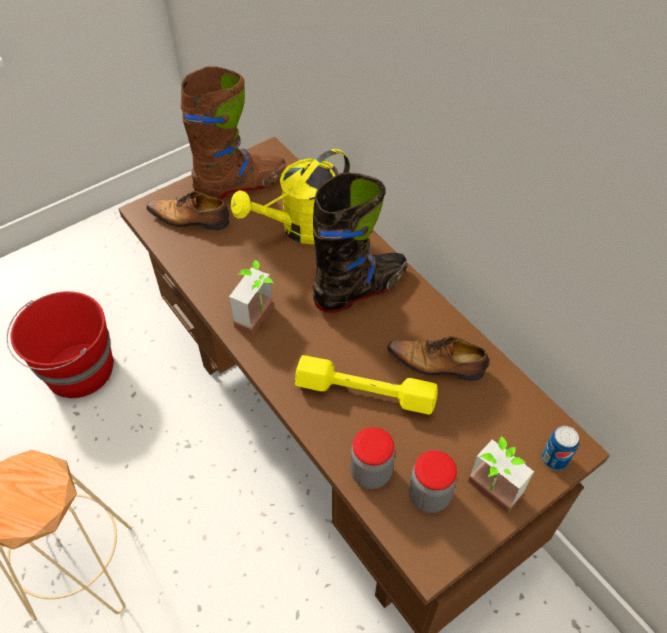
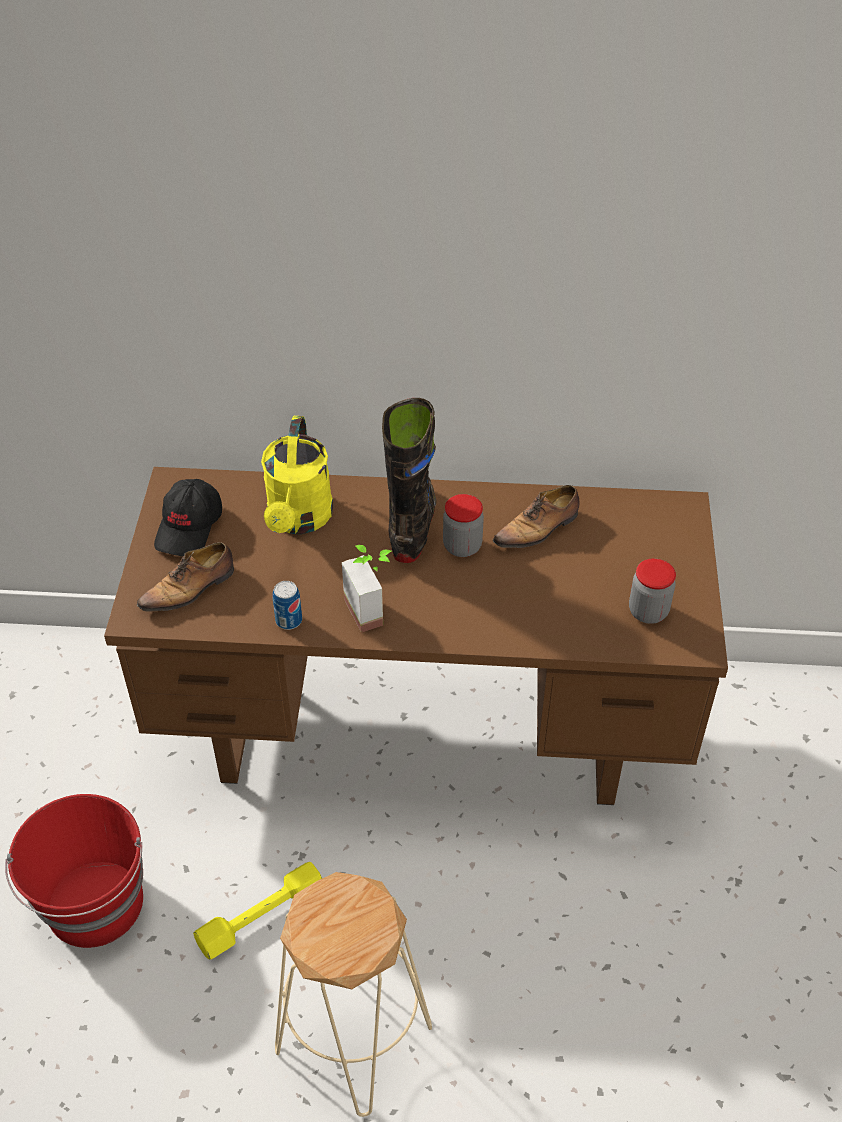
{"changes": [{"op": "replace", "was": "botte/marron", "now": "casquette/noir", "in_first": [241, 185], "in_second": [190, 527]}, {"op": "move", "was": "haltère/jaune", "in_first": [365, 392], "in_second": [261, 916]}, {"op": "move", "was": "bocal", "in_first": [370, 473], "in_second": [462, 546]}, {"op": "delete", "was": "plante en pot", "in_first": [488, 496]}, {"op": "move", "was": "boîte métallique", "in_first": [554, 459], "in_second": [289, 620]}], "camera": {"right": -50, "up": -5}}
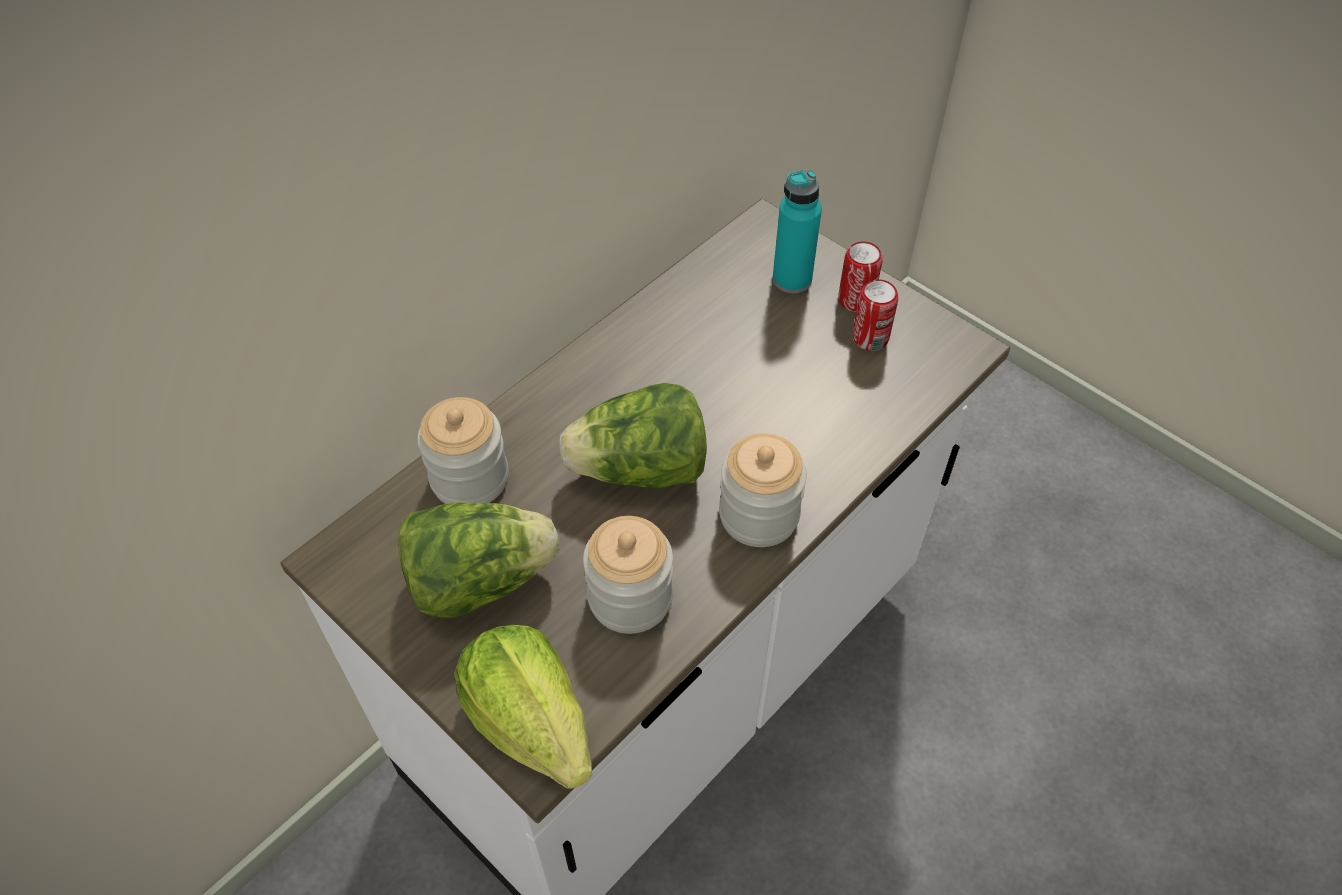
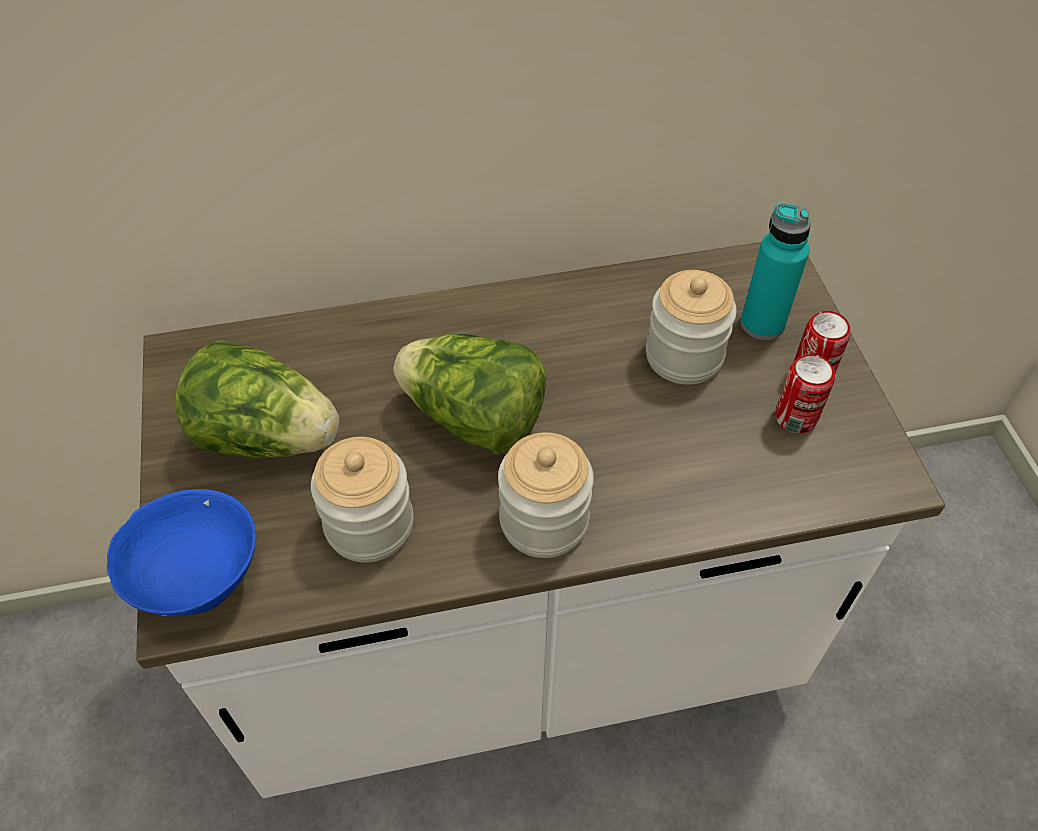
{"changes": [{"op": "move", "was": "bocal", "in_first": [470, 478], "in_second": [684, 356]}, {"op": "replace", "was": "laitue", "now": "bol/bleu", "in_first": [531, 722], "in_second": [201, 578]}], "camera": {"right": 35, "up": 0}}
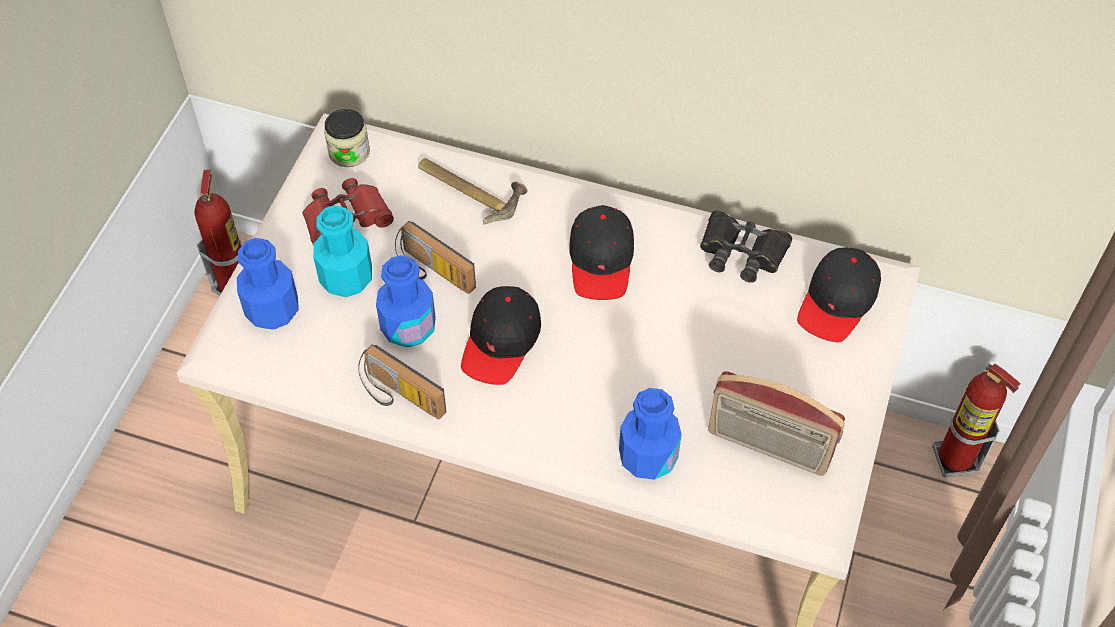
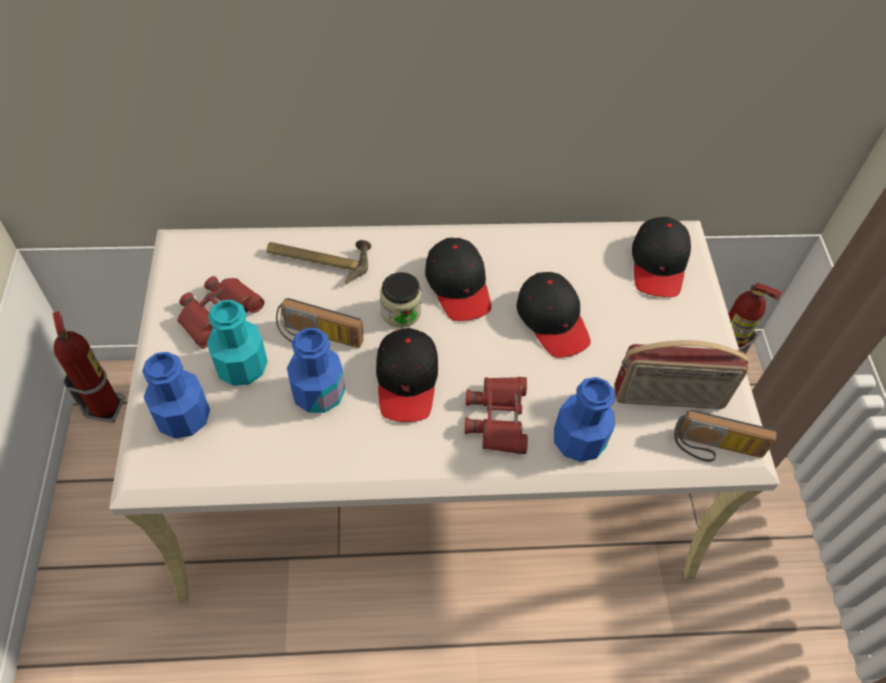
{"changes": [{"op": "move", "was": "bocal", "in_first": [349, 152], "in_second": [400, 312]}, {"op": "move", "was": "radio", "in_first": [399, 397], "in_second": [715, 449]}, {"op": "delete", "was": "jumelles/noir", "in_first": [742, 252]}, {"op": "insert", "now": "jumelles/rouge", "in_second": [498, 418]}, {"op": "insert", "now": "casquette/noir", "in_second": [552, 320]}], "camera": {"right": -25, "up": 0}}
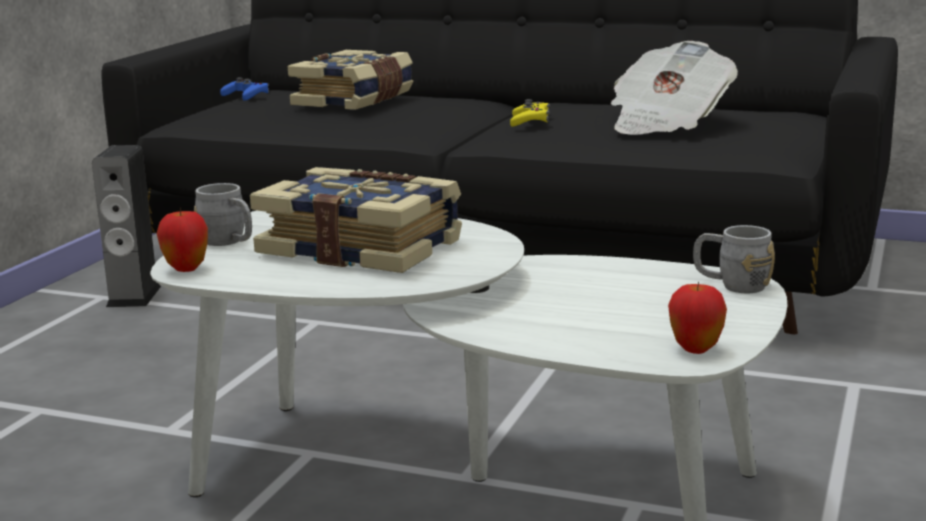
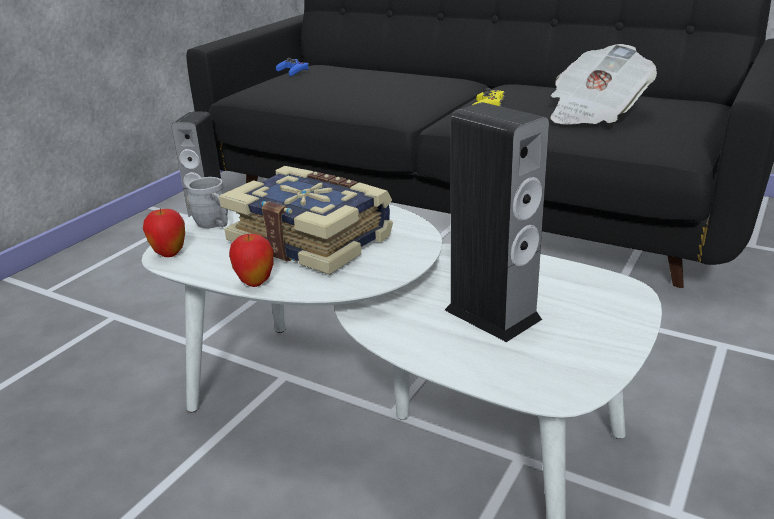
{"changes": [{"op": "delete", "was": "livre", "in_first": [356, 100]}, {"op": "move", "was": "pomme", "in_first": [695, 349], "in_second": [255, 282]}, {"op": "delete", "was": "mug/gris", "in_first": [732, 285]}, {"op": "insert", "now": "enceinte", "in_second": [492, 314]}], "camera": {"right": 10, "up": 10}}
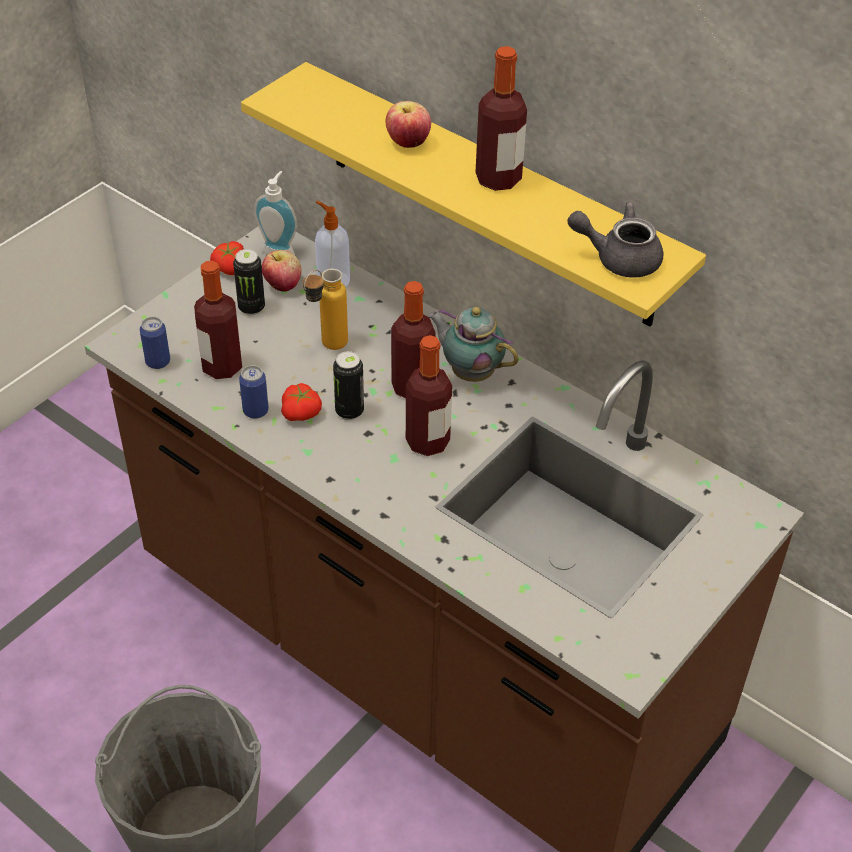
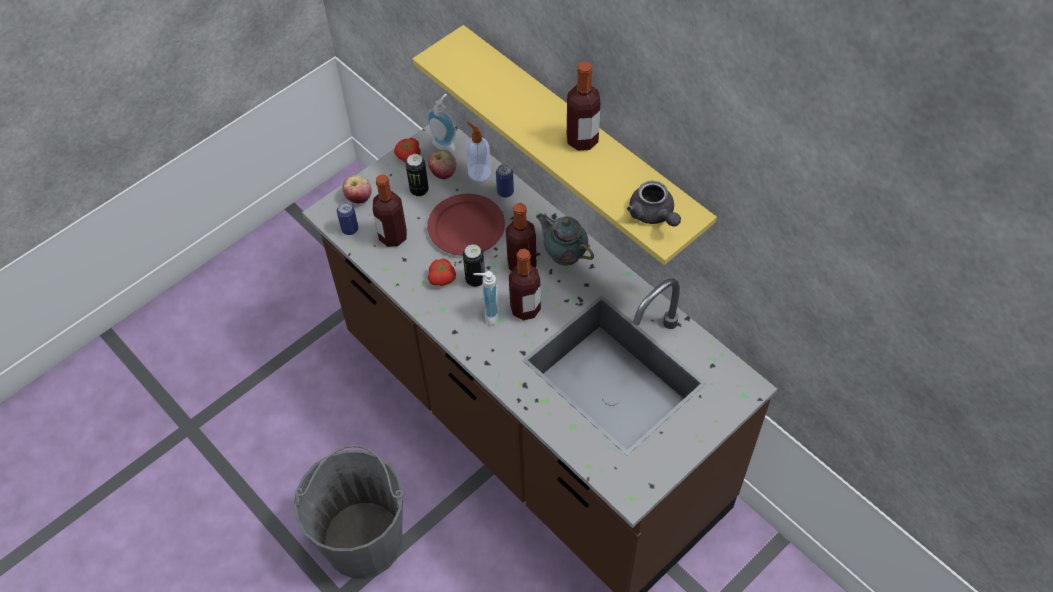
{"changes": [{"op": "move", "was": "boîte métallique", "in_first": [255, 411], "in_second": [505, 192]}, {"op": "replace", "was": "bouteille", "now": "assiette/rouge", "in_first": [326, 347], "in_second": [467, 227]}, {"op": "move", "was": "pomme", "in_first": [408, 143], "in_second": [359, 198]}, {"op": "rotate", "was": "théière/gris", "in_first": [618, 258], "in_second": [653, 215], "clockwise": -135}, {"op": "insert", "now": "distributeur de savon", "in_second": [488, 313]}], "camera": {"right": 10, "up": 10}}
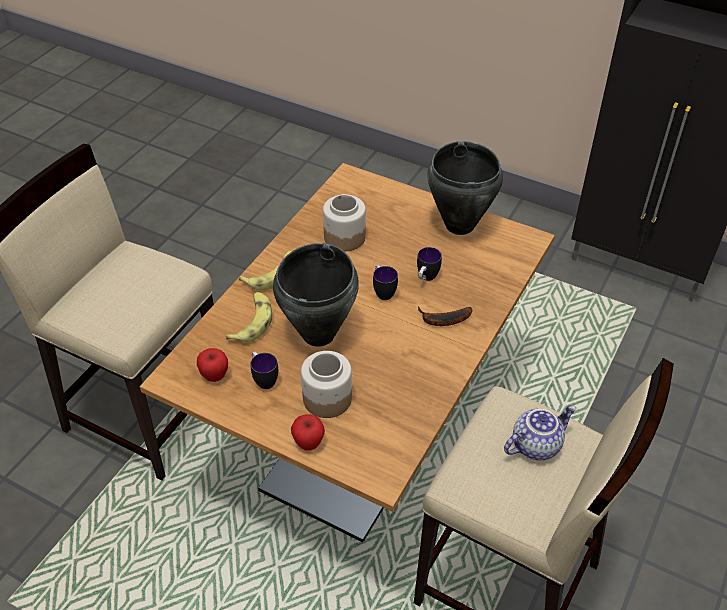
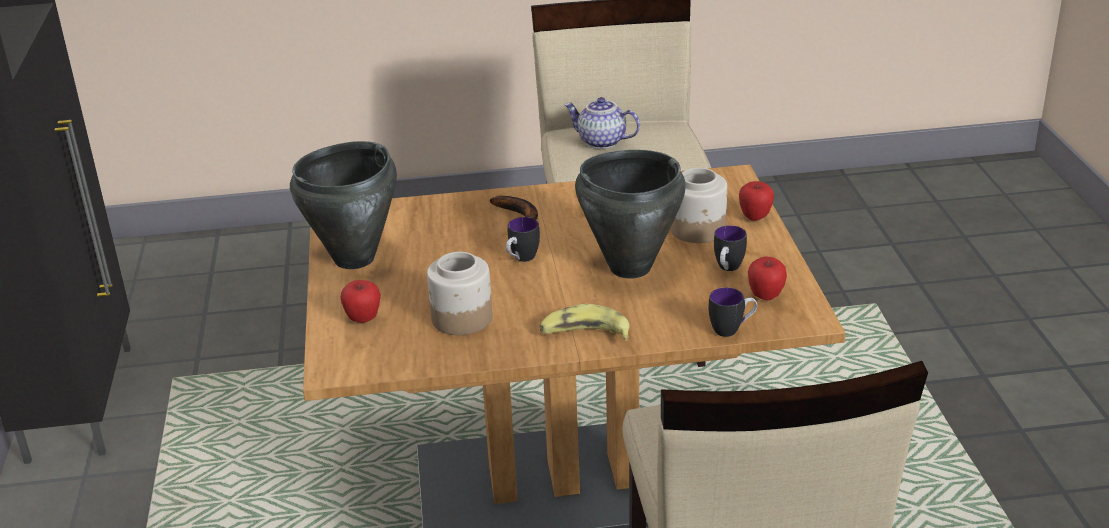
{"changes": [{"op": "delete", "was": "banane", "in_first": [252, 322]}, {"op": "move", "was": "mug", "in_first": [426, 278], "in_second": [732, 330]}, {"op": "insert", "now": "pomme", "in_second": [363, 319]}], "camera": {"right": -125, "up": -15}}
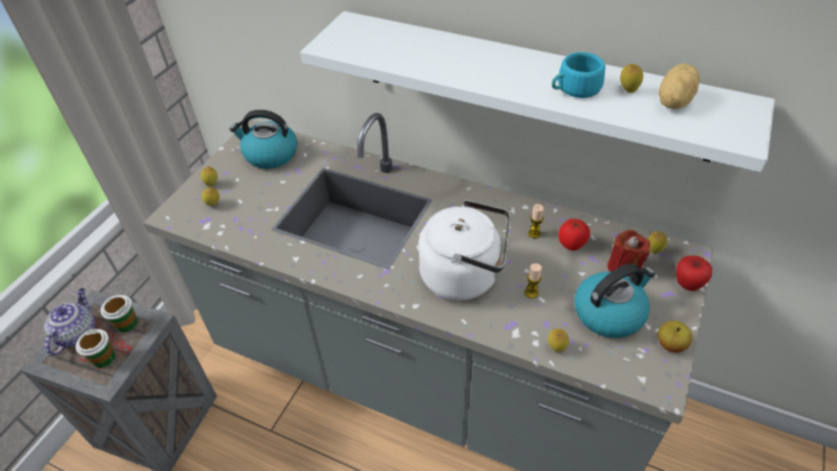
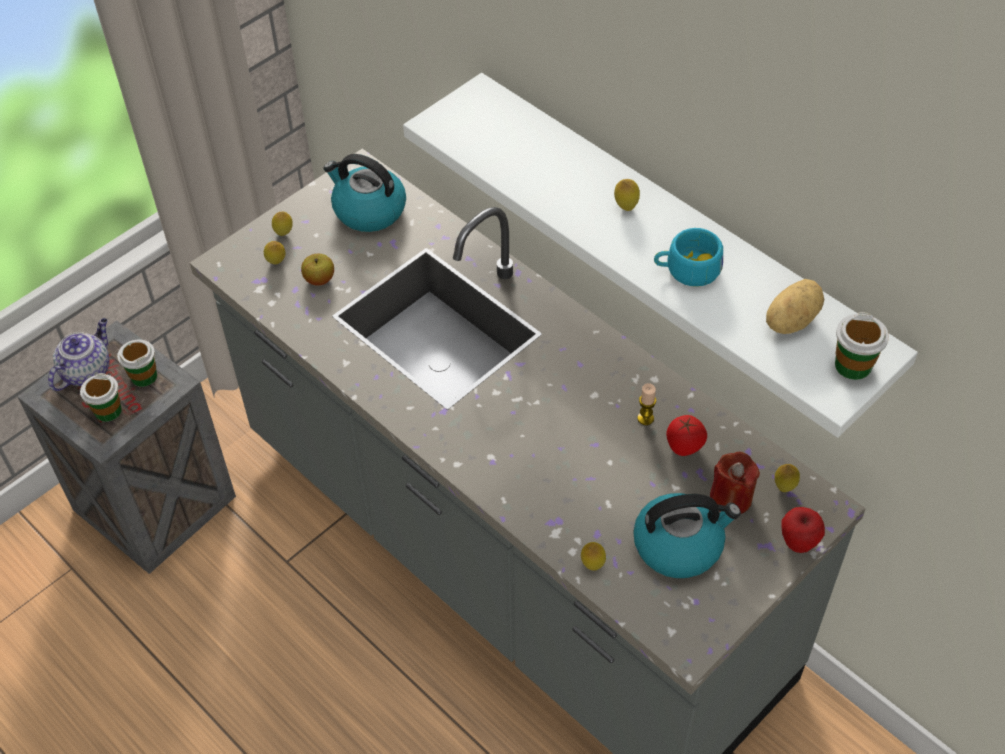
{"changes": [{"op": "delete", "was": "bouilloire/blanc", "in_first": [464, 275]}, {"op": "delete", "was": "bougie", "in_first": [531, 293]}, {"op": "move", "was": "citron", "in_first": [628, 91], "in_second": [626, 207]}, {"op": "move", "was": "pomme", "in_first": [670, 344], "in_second": [319, 279]}, {"op": "insert", "now": "tasse", "in_second": [853, 365]}], "camera": {"right": 20, "up": 5}}
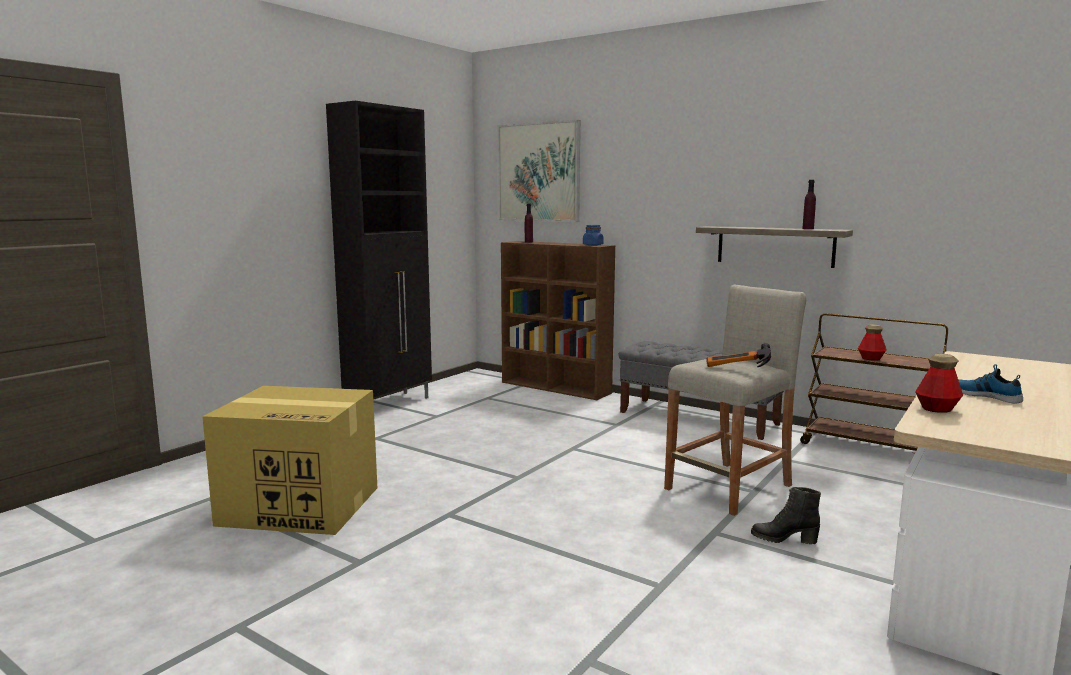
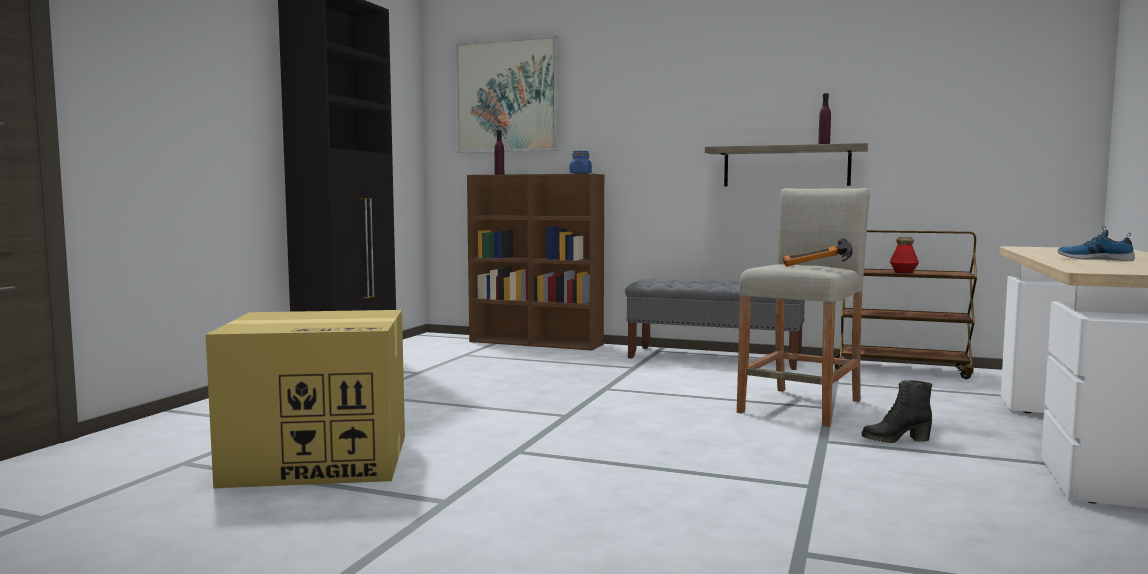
{"changes": [{"op": "delete", "was": "bouteille", "in_first": [937, 409]}], "camera": {"right": -15, "up": -5}}
